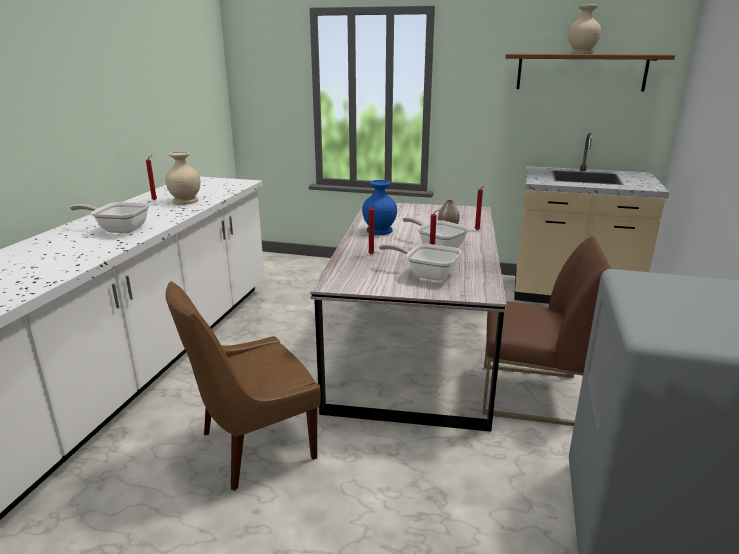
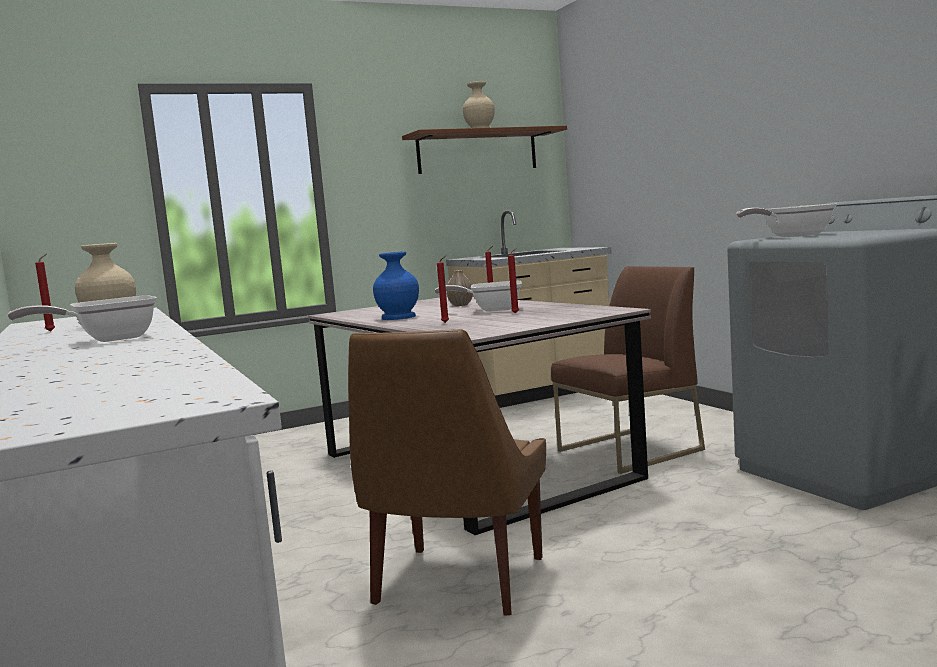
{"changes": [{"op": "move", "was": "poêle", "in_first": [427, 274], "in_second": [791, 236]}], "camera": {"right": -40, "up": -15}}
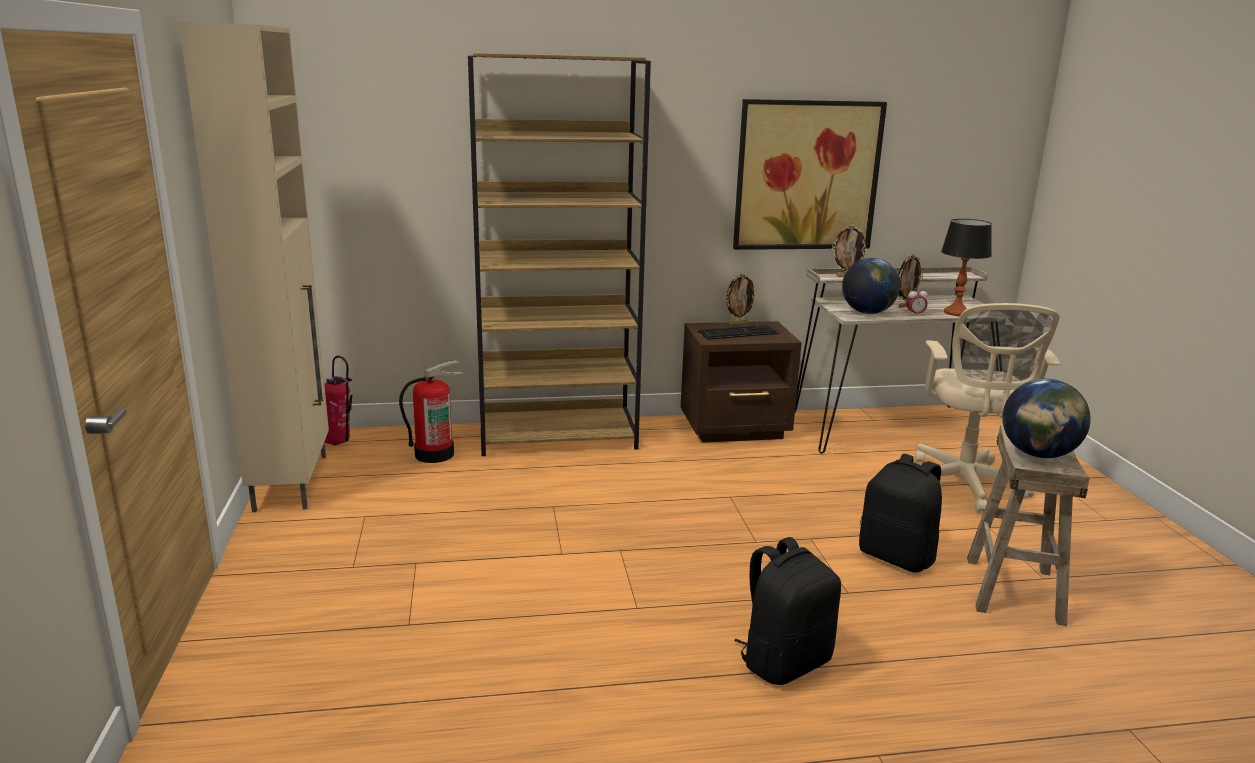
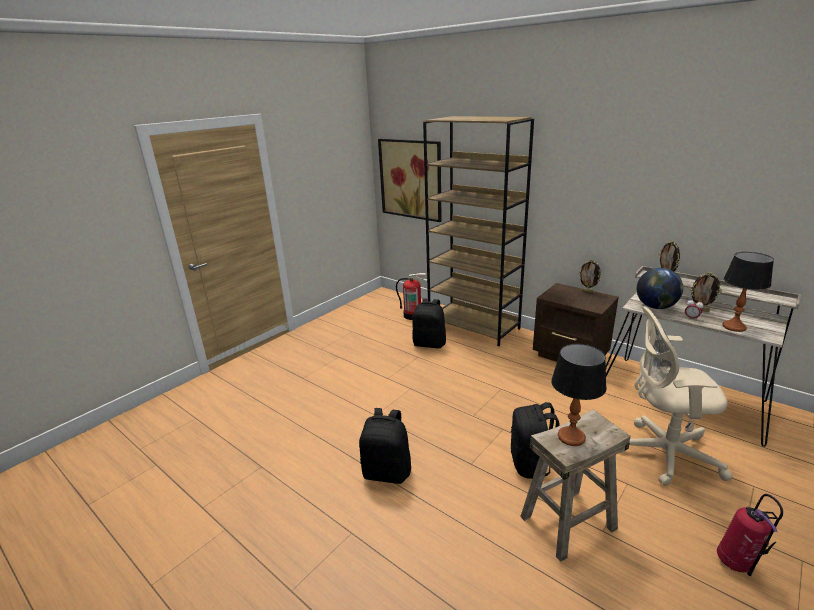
{"changes": [{"op": "delete", "was": "meuble de rangement/beige", "in_first": [292, 481]}, {"op": "move", "was": "extincteur", "in_first": [338, 442], "in_second": [736, 564]}, {"op": "delete", "was": "clavier", "in_first": [738, 332]}, {"op": "move", "was": "tableau", "in_first": [807, 176], "in_second": [410, 179]}, {"op": "rotate", "was": "chaise de bureau/beige", "in_first": [965, 486], "in_second": [663, 453], "clockwise": 45}, {"op": "replace", "was": "globe", "now": "lampe de table", "in_first": [1038, 454], "in_second": [571, 437]}, {"op": "insert", "now": "sac à dos/noir", "in_second": [429, 344]}], "camera": {"right": 50, "up": 5}}
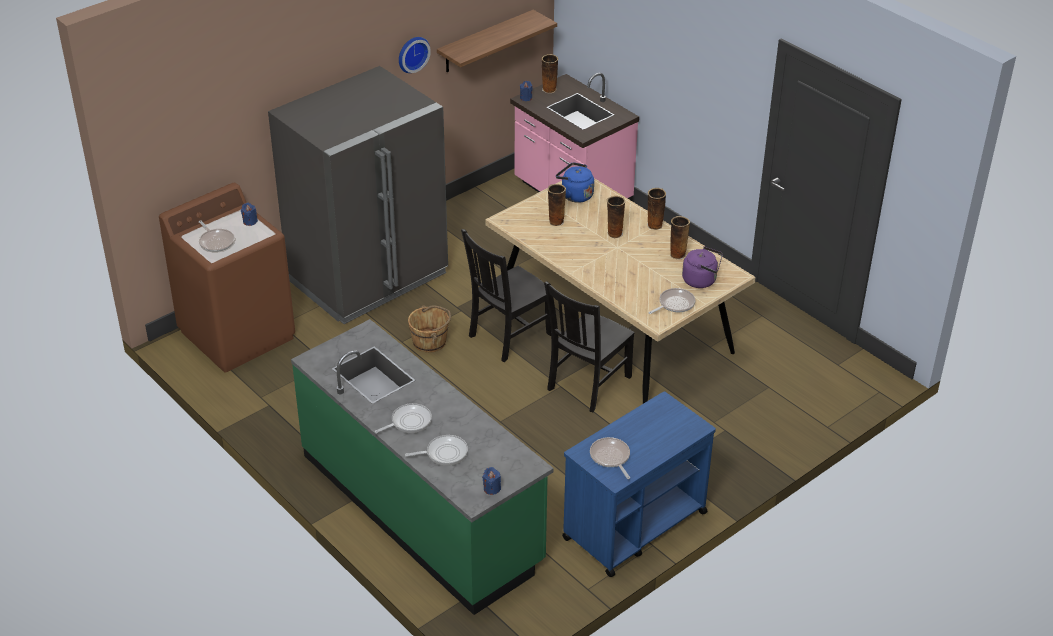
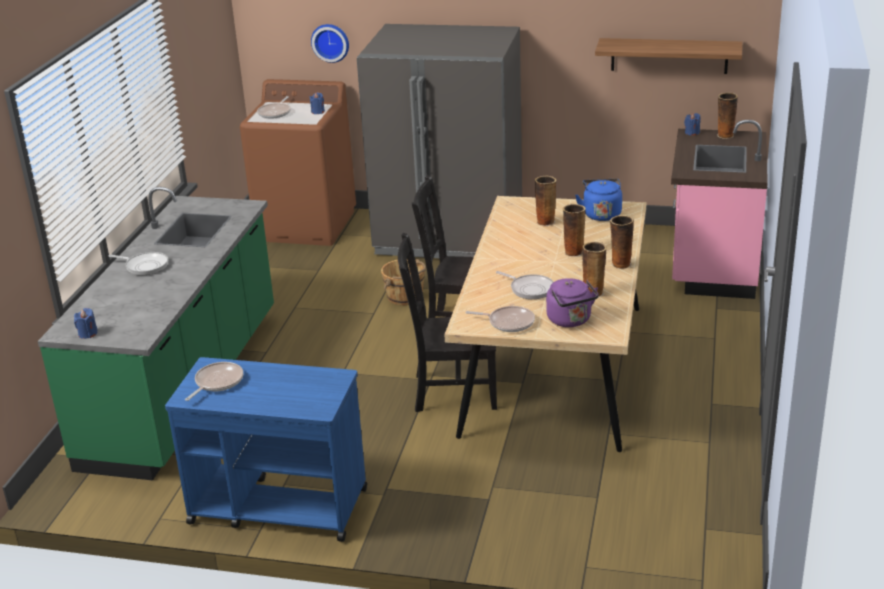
{"changes": [{"op": "move", "was": "horloge murale", "in_first": [412, 53], "in_second": [331, 42]}, {"op": "move", "was": "poêle", "in_first": [444, 453], "in_second": [530, 289]}], "camera": {"right": 55, "up": -10}}
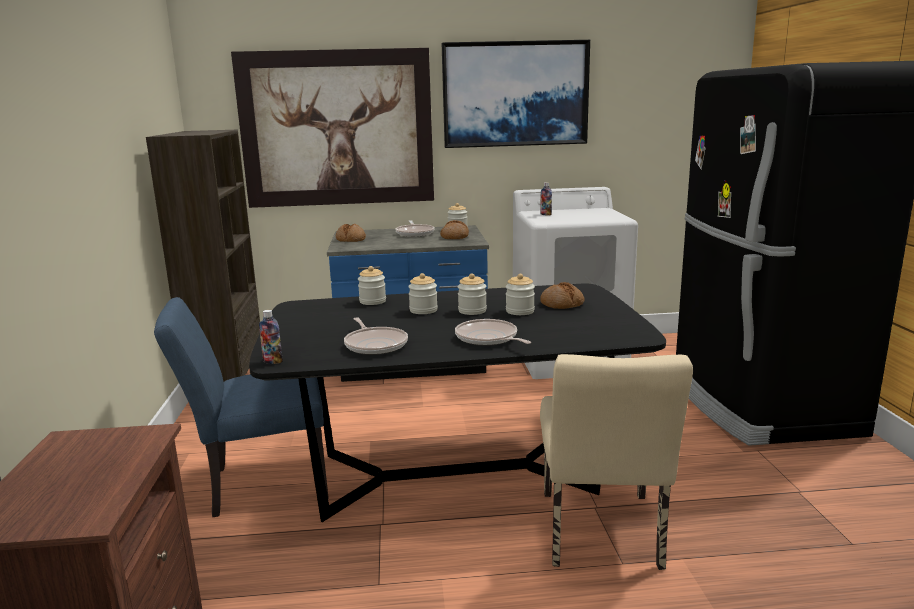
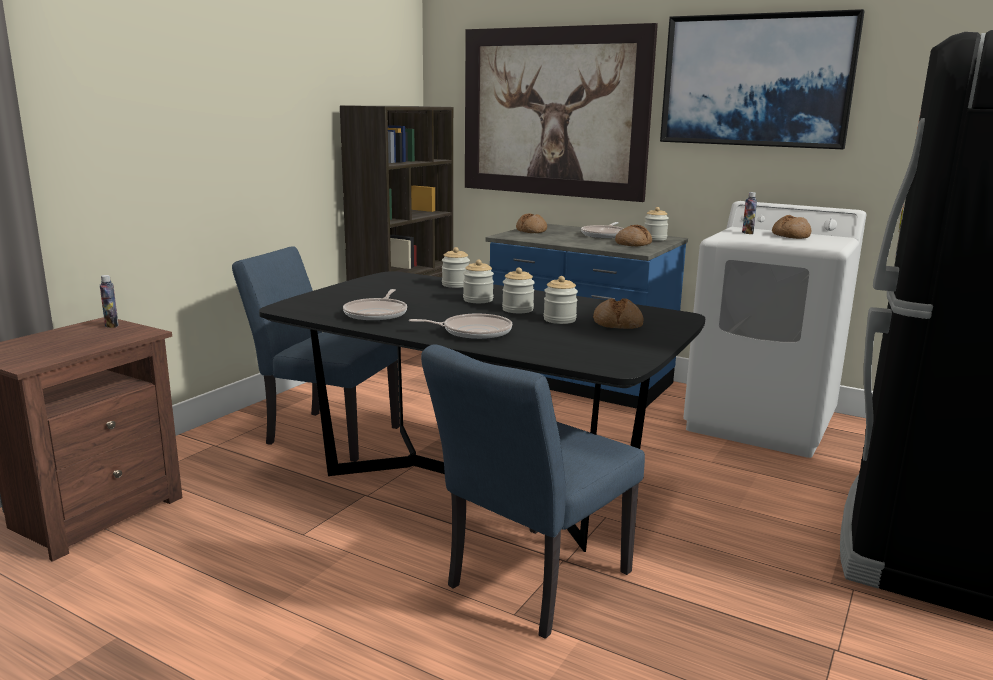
{"changes": [{"op": "move", "was": "bouteille", "in_first": [272, 361], "in_second": [111, 325]}, {"op": "rotate", "was": "poêle", "in_first": [488, 338], "in_second": [473, 332], "clockwise": 90}, {"op": "recolor", "was": "chaise/beige", "now": "chaise/bleu", "in_first": [601, 536], "in_second": [530, 585]}, {"op": "insert", "now": "pain", "in_second": [790, 236]}], "camera": {"right": 35, "up": 0}}
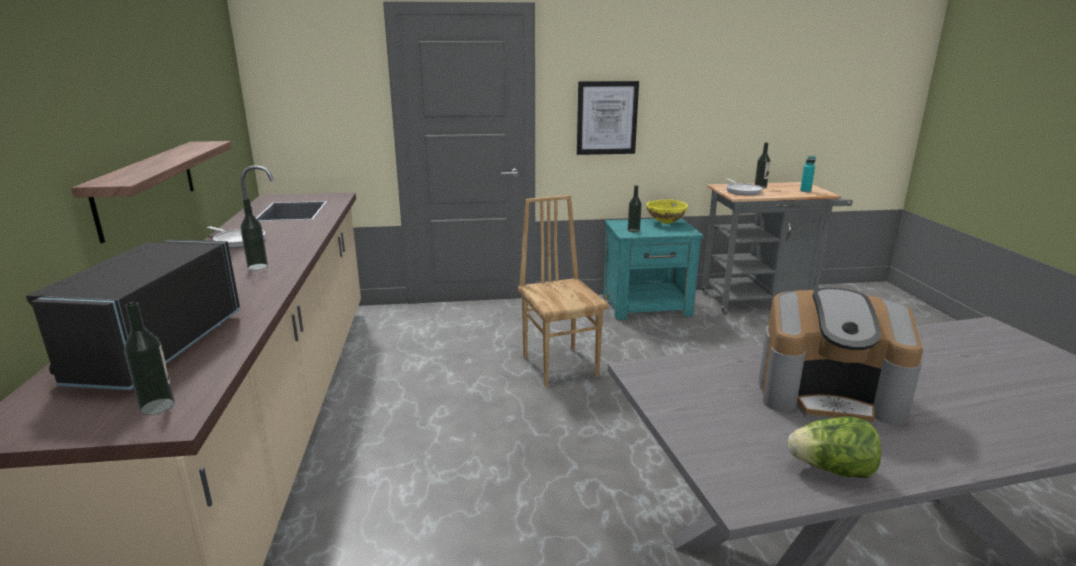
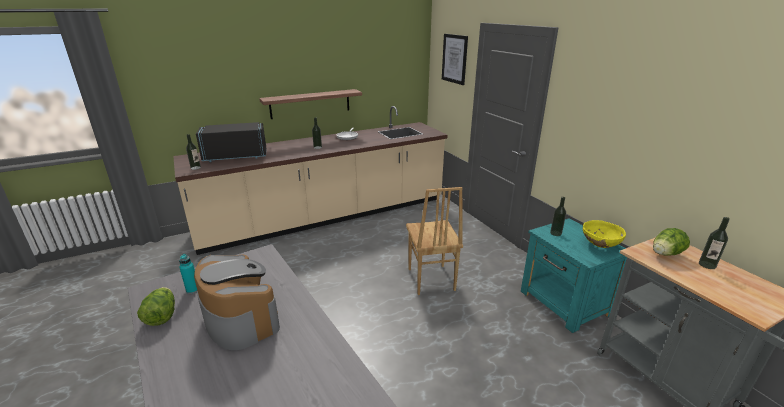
{"changes": [{"op": "rotate", "was": "chaise/marron", "in_first": [561, 366], "in_second": [430, 280], "clockwise": 120}, {"op": "move", "was": "tableau", "in_first": [607, 118], "in_second": [454, 59]}, {"op": "replace", "was": "poêle", "now": "laitue", "in_first": [742, 191], "in_second": [665, 254]}, {"op": "rotate", "was": "machine à café", "in_first": [829, 394], "in_second": [240, 318], "clockwise": 150}, {"op": "move", "was": "bouteille/turquoise", "in_first": [805, 191], "in_second": [192, 290]}], "camera": {"right": 70, "up": 5}}
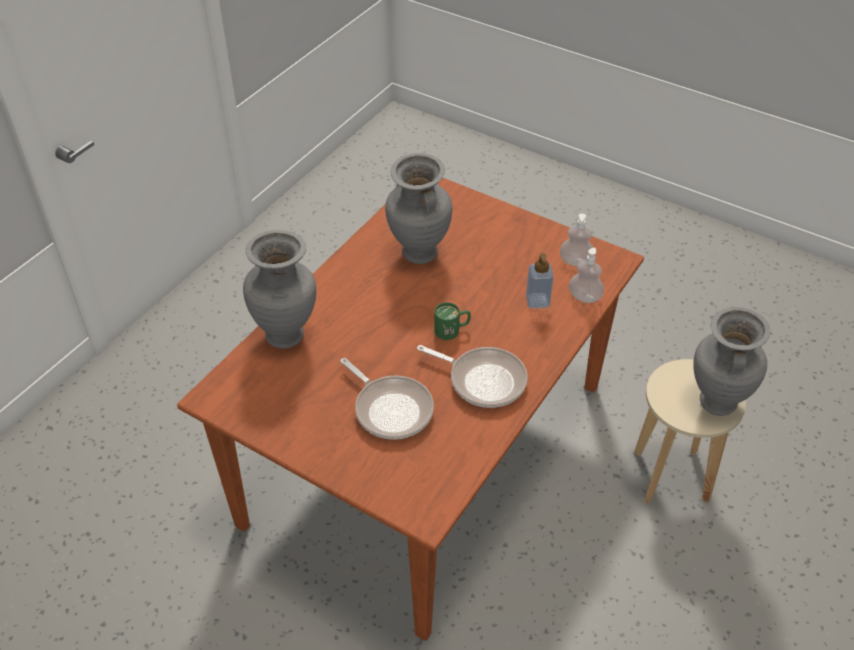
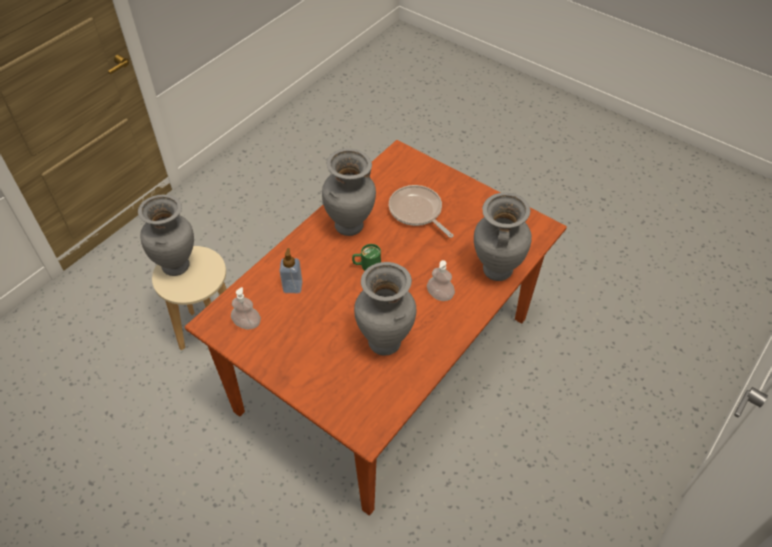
{"changes": [{"op": "replace", "was": "poêle", "now": "vase/gris", "in_first": [483, 380], "in_second": [350, 227]}, {"op": "move", "was": "distributeur de savon", "in_first": [584, 297], "in_second": [440, 295]}], "camera": {"right": -175, "up": 5}}
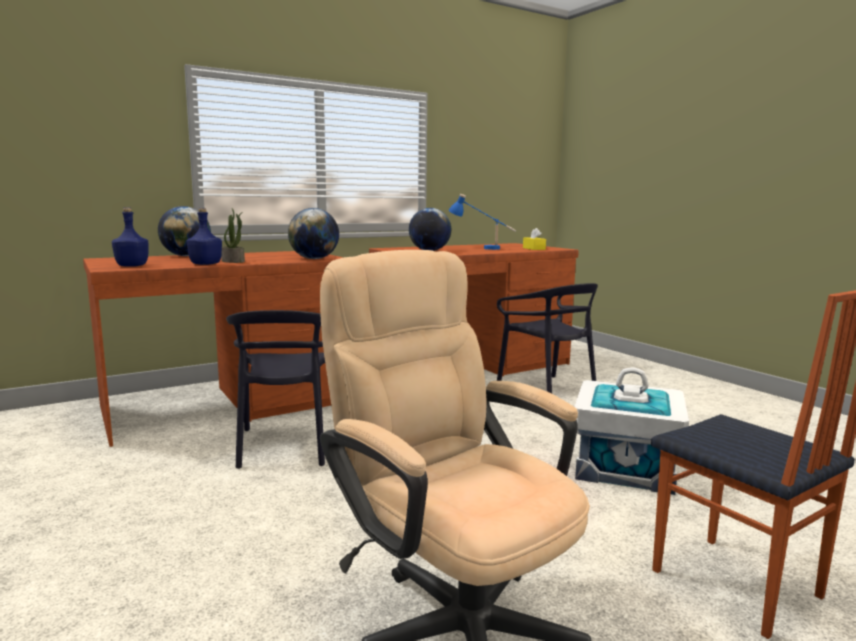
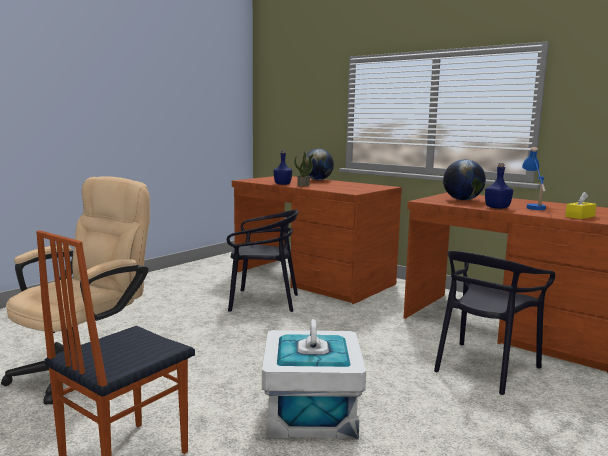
{"changes": [{"op": "move", "was": "bouteille/bleu", "in_first": [132, 266], "in_second": [497, 208]}, {"op": "rotate", "was": "chaise/noir", "in_first": [287, 445], "in_second": [263, 302], "clockwise": -150}, {"op": "delete", "was": "globe", "in_first": [314, 259]}], "camera": {"right": 70, "up": 0}}
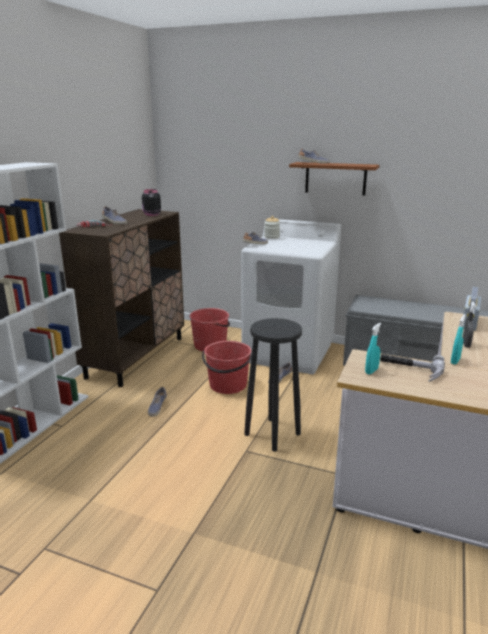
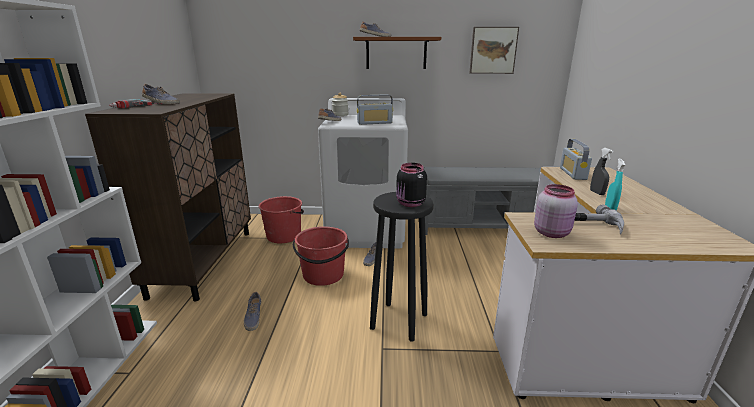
{"changes": [{"op": "move", "was": "bocal/noir", "in_first": [151, 215], "in_second": [410, 204]}, {"op": "replace", "was": "vaporisateur/turquoise", "now": "bocal/rose", "in_first": [371, 371], "in_second": [552, 233]}, {"op": "insert", "now": "radio", "in_second": [375, 123]}, {"op": "insert", "now": "tableau", "in_second": [493, 50]}], "camera": {"right": -20, "up": 0}}
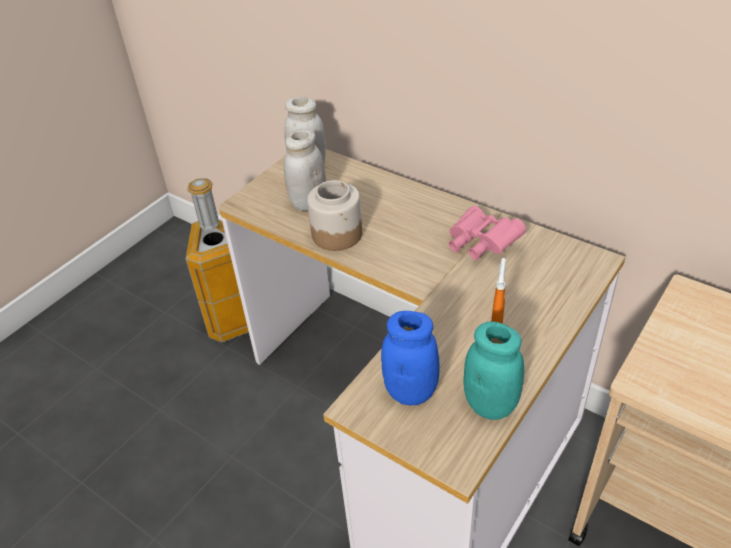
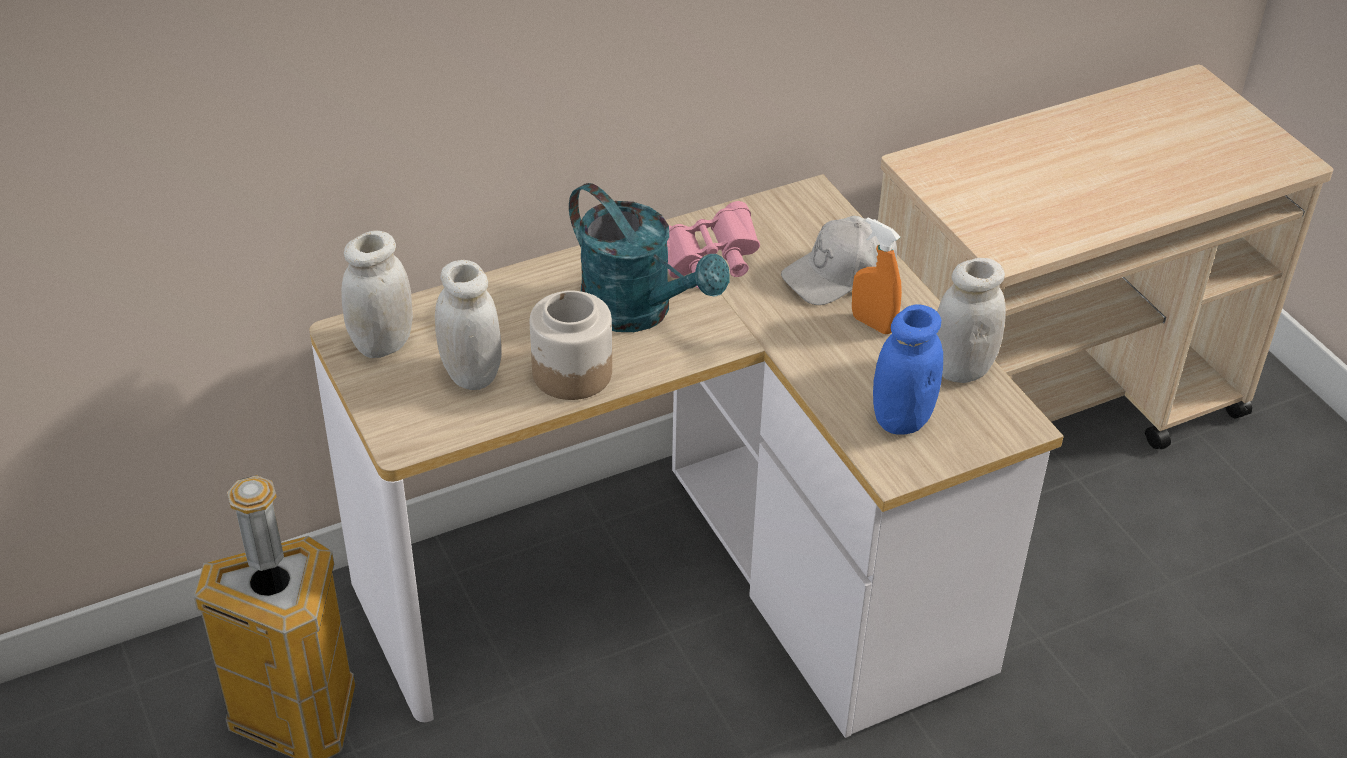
{"changes": [{"op": "recolor", "was": "bocal/turquoise", "now": "bocal/blanc", "in_first": [490, 405], "in_second": [961, 369]}, {"op": "insert", "now": "arrosoir/turquoise", "in_second": [639, 312]}, {"op": "insert", "now": "casquette/blanc", "in_second": [840, 274]}], "camera": {"right": -65, "up": 0}}
